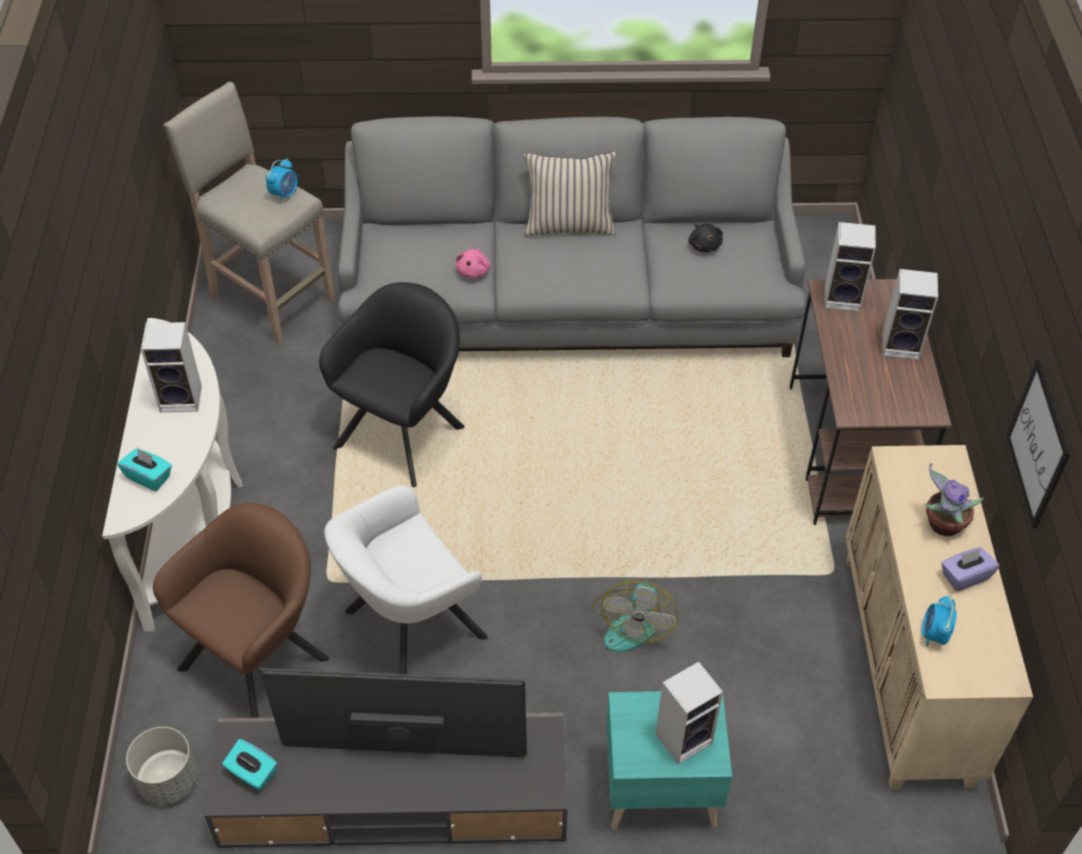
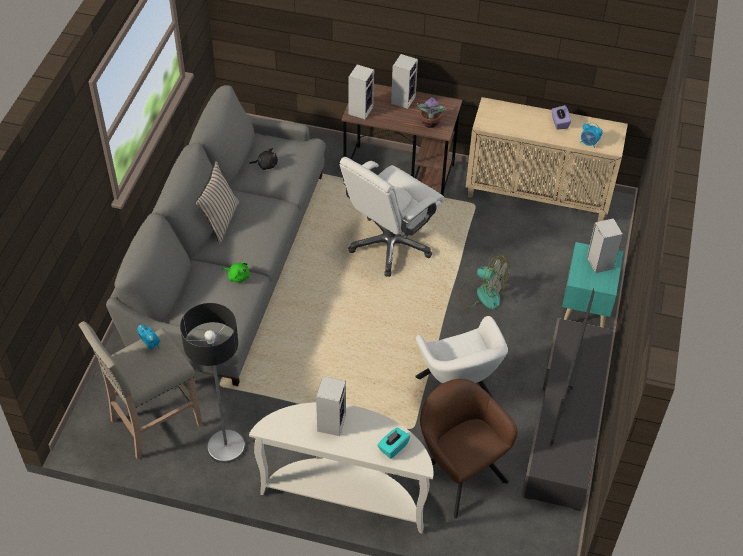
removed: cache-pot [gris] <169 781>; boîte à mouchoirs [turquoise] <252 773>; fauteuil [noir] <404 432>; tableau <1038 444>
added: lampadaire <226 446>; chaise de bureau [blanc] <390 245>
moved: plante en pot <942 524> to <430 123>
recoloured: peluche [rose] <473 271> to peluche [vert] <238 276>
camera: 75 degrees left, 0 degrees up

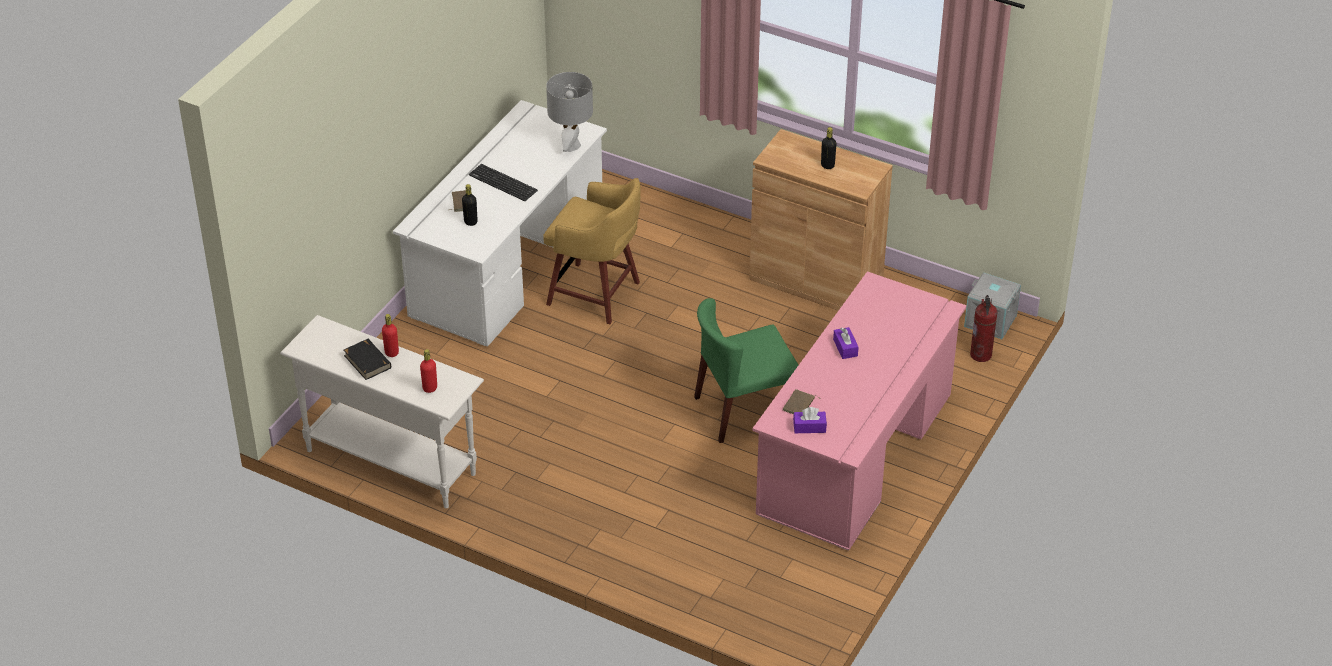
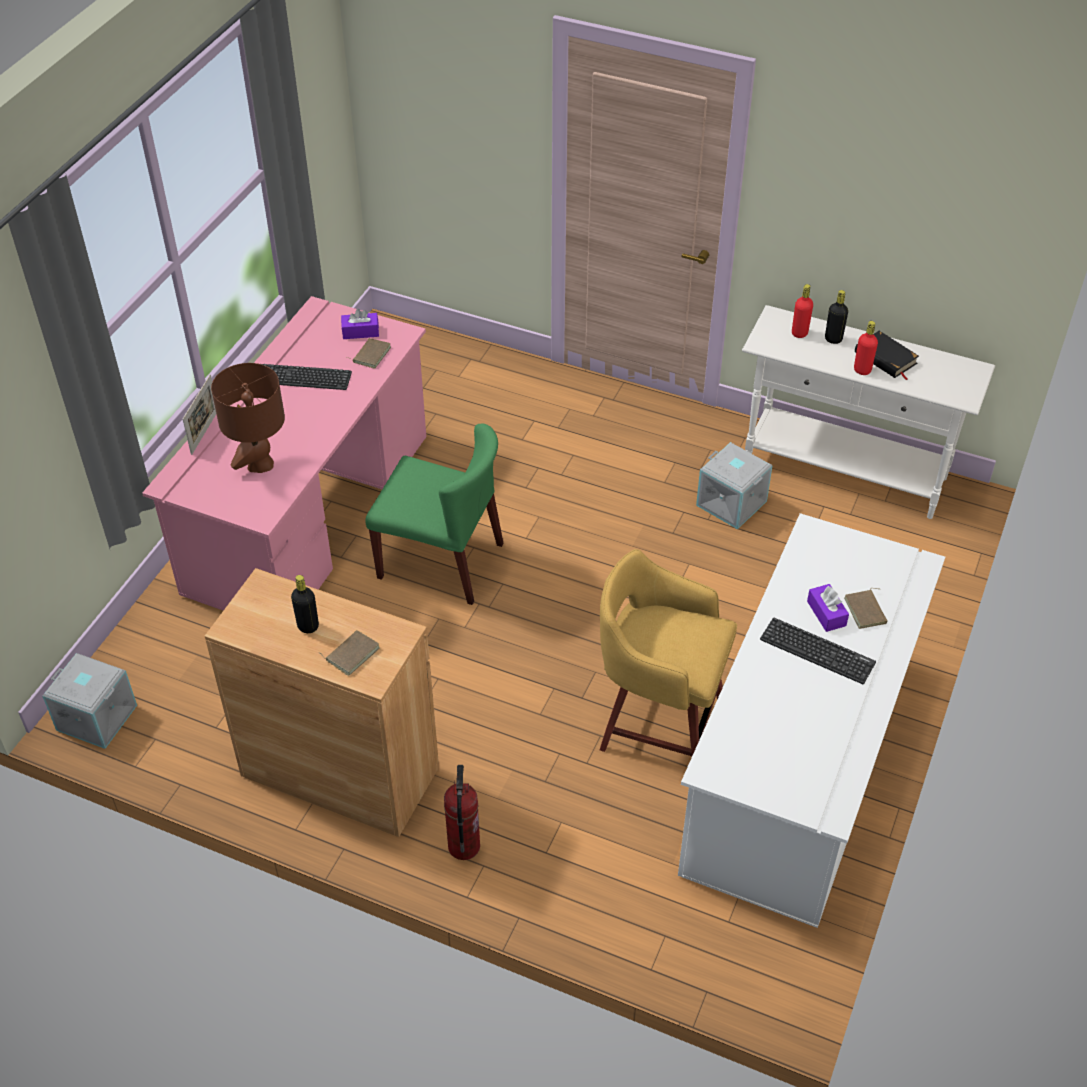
removed: lampe de table [gris] <571 146>
added: cadre photo <204 432>; lampe de table [marron] <260 464>; clavier <302 378>; livre [marron] <351 653>; boîte de rangement [gris] <732 502>
moved: extincteur <981 355> to <463 846>; boîte à mouchoirs [violet] <845 348> to <826 613>; bouteille [noir] <470 222> to <833 339>
turned: chaise [vert] <744 410> = <441 561> 45 degrees clockwise
camera: 175 degrees right, 5 degrees up

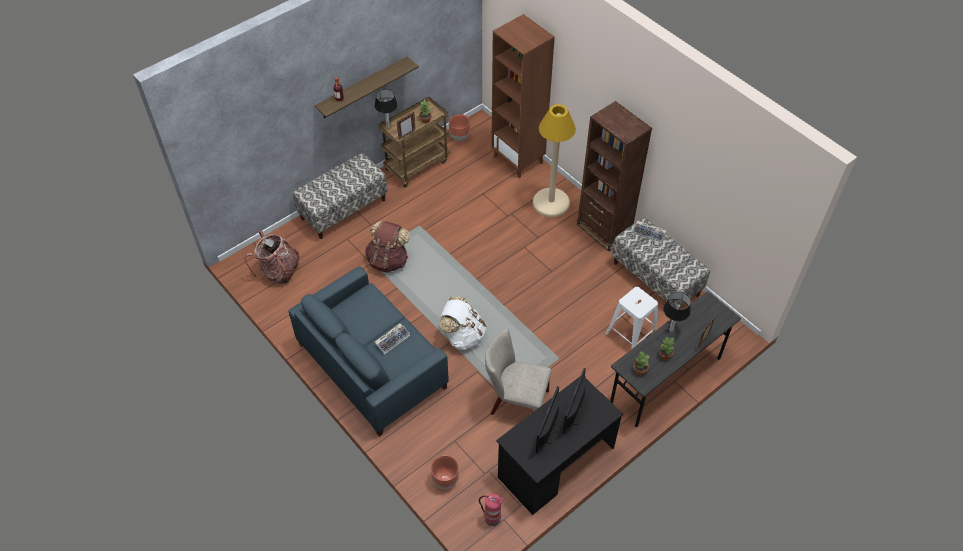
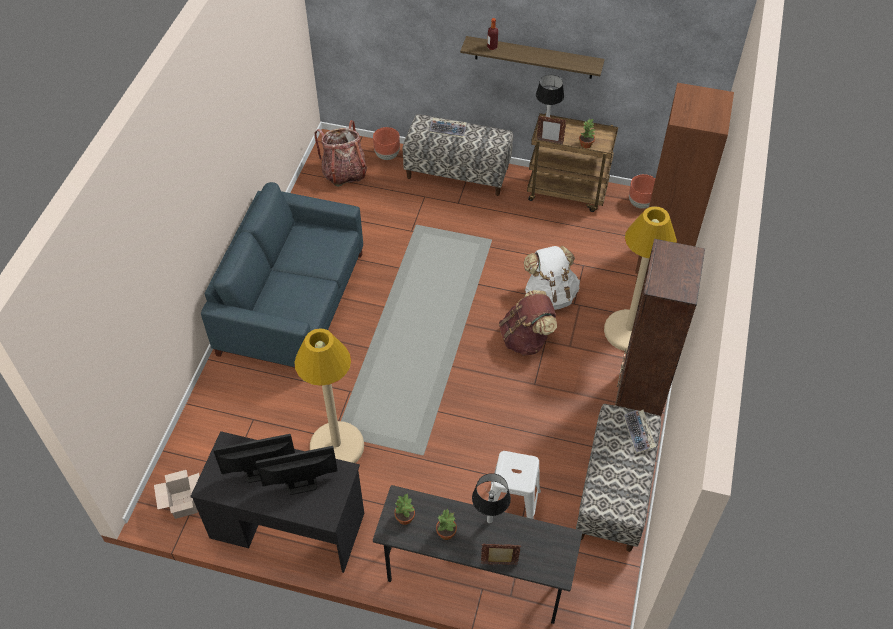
moved: cache-pot [marron] <445 480> to <387 155>; clavier <392 339> to <448 130>; sac à dos [marron] <388 260> to <526 339>; sac à dos [blanc] <463 336> to <550 295>
replaced: extincteur <491 518> to carton <183 503>; chaise [beige] <515 402> to lampadaire [beige] <337 446>
camera: 55 degrees right, 0 degrees up

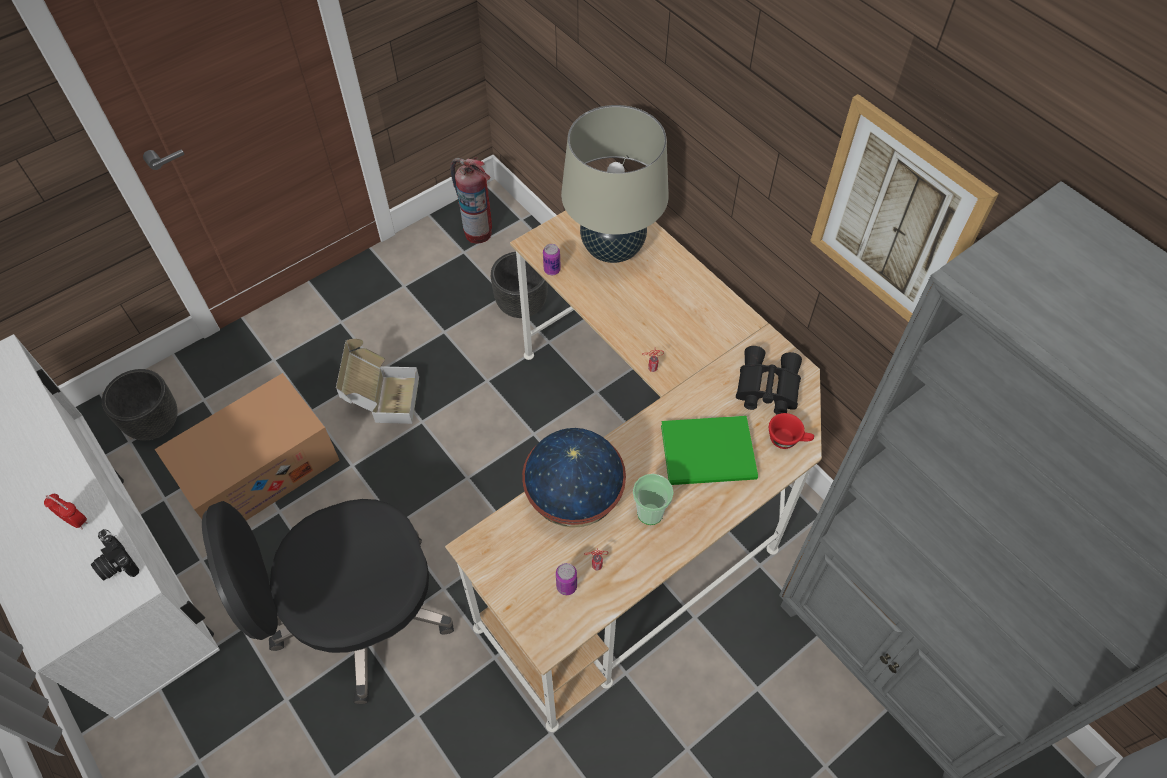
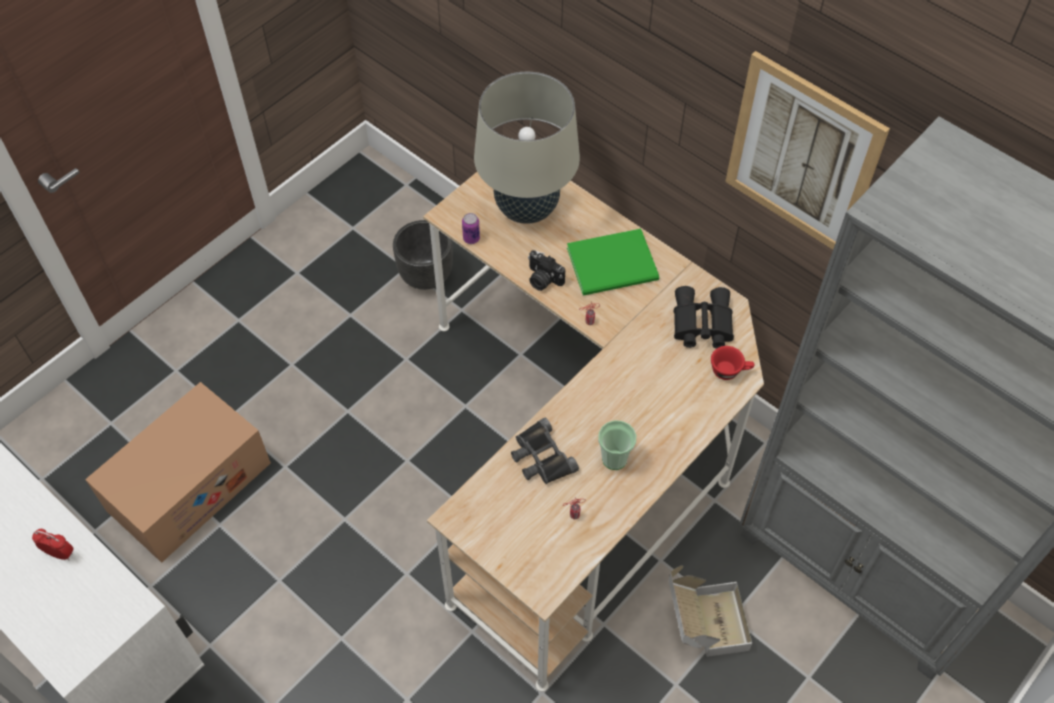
removed: cache-pot [noir] <155 424>; chaise de bureau [noir] <359 614>; extincteur <478 232>; boîte métallique <566 586>
moved: appareil photo <116 564> to <542 279>; livre [vert] <711 454> to <615 265>; carton <382 399> to <703 625>
replaced: globe <575 499> to jumelles [noir] <541 457>
camera: 10 degrees left, 0 degrees up

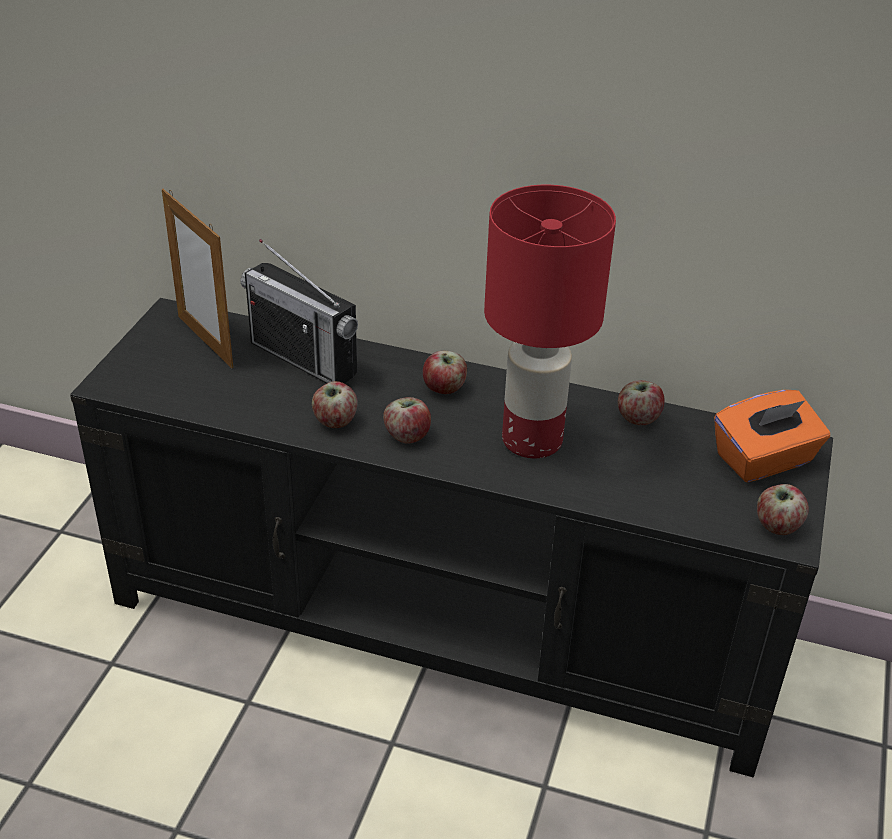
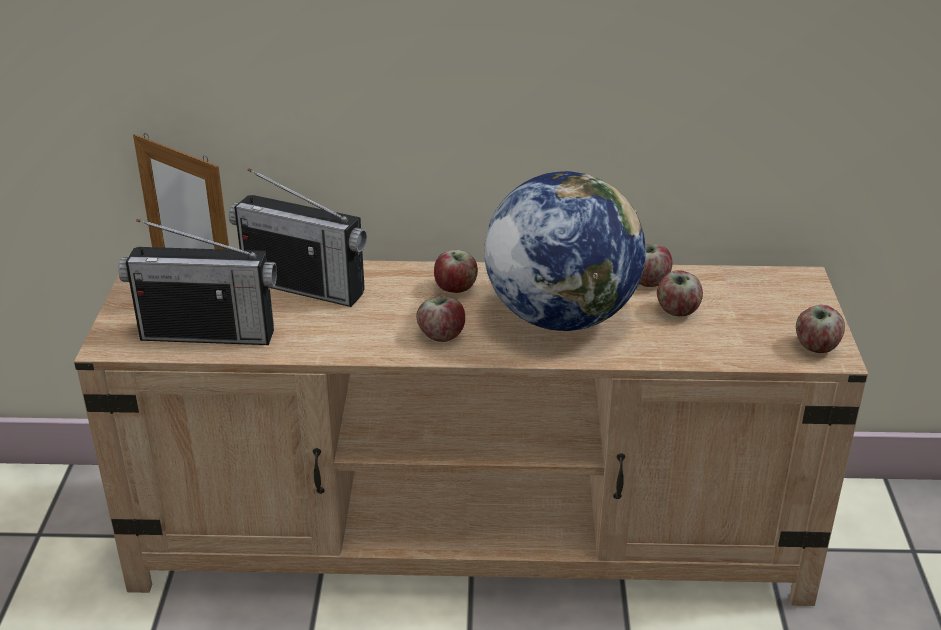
removed: boîte à mouchoirs [orange] <764 460>
added: radio <208 333>
moved: pomme <335 421> to <677 311>
replaced: lampe de table [rouge] <532 439> to globe <561 316>
recoloured: meuble télé [noir] <443 625> to meuble télé [beige] <473 537>
camera: 15 degrees left, 5 degrees down

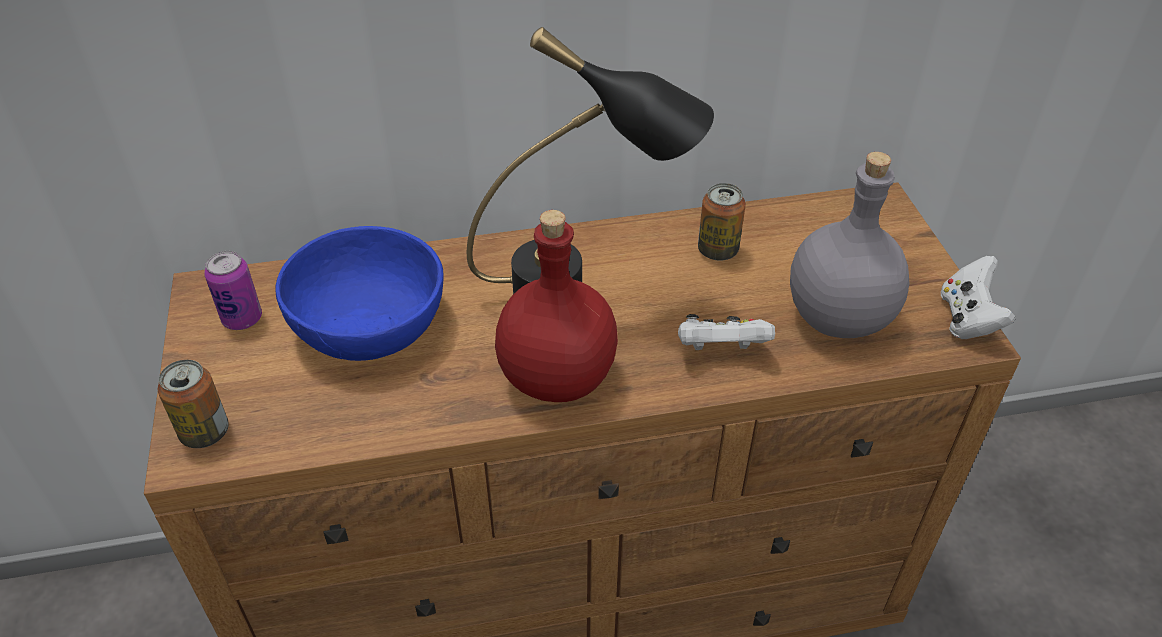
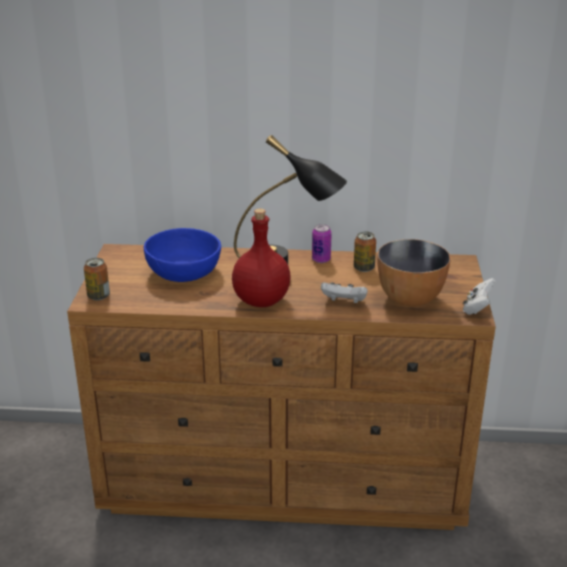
moved: boîte métallique <242 319> to <321 259>
replaced: bouteille [gris] <838 316> to bol <410 299>
camera: 15 degrees right, 15 degrees down

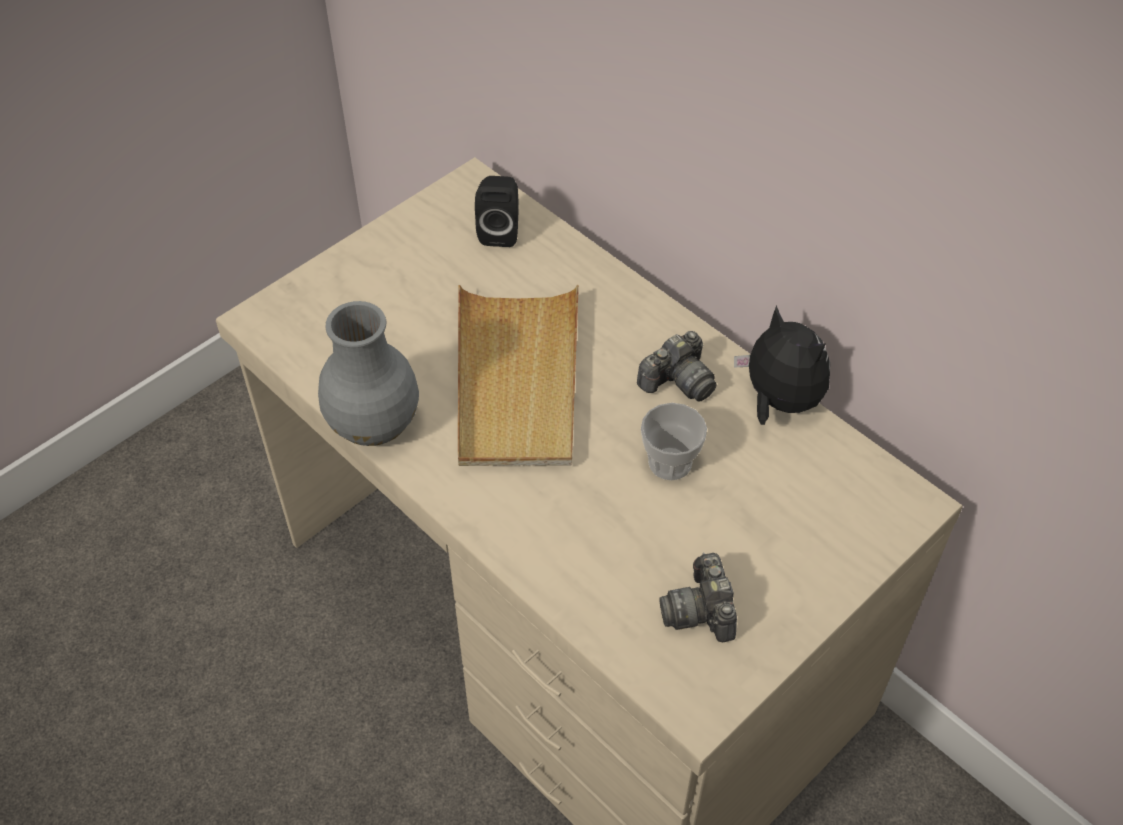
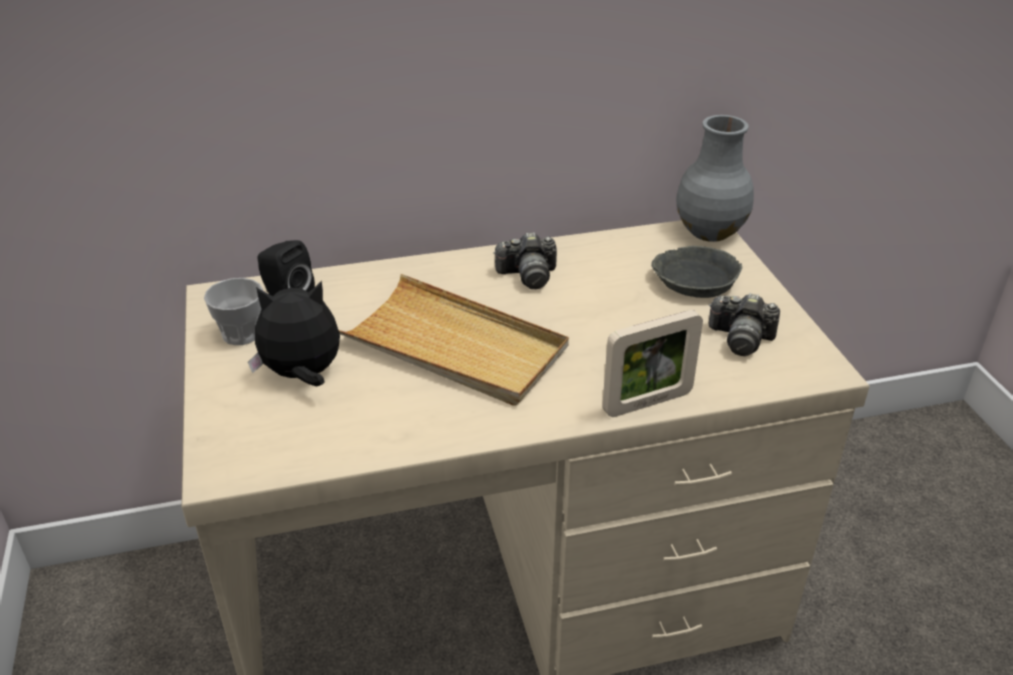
added: cadre photo <647 402>; bol [gris] <694 280>
moved: tasse <670 462> to <241 334>; peluche <778 401> to <302 375>; vase [gris] <372 424> to <709 232>
turned: appareil photo <678 381> = <528 276> 90 degrees clockwise
camera: 60 degrees left, 15 degrees down

